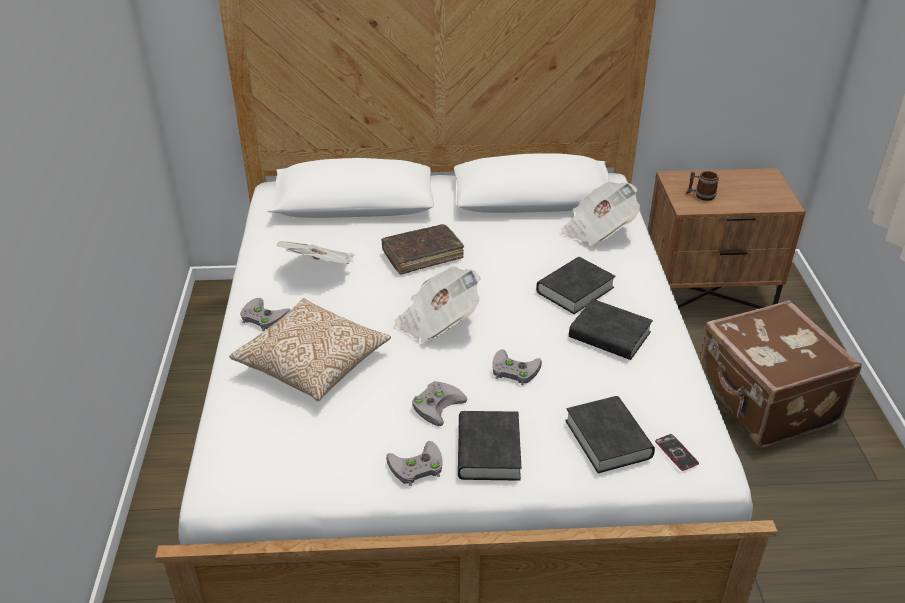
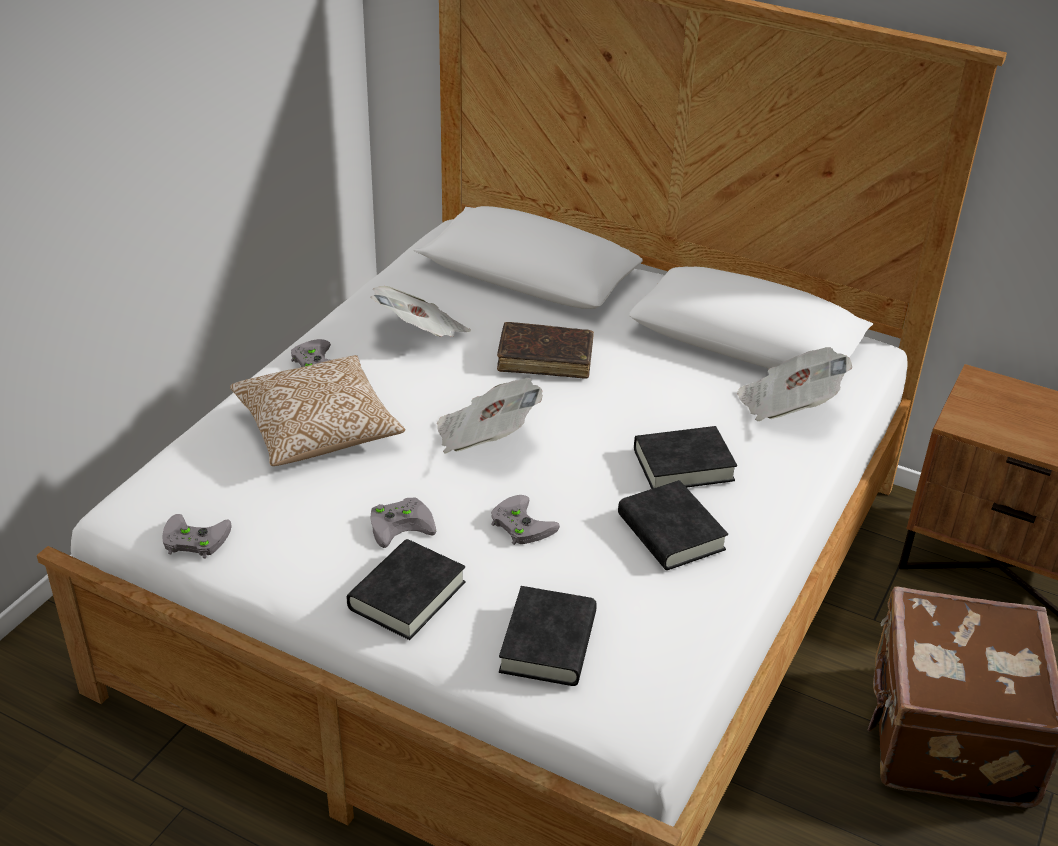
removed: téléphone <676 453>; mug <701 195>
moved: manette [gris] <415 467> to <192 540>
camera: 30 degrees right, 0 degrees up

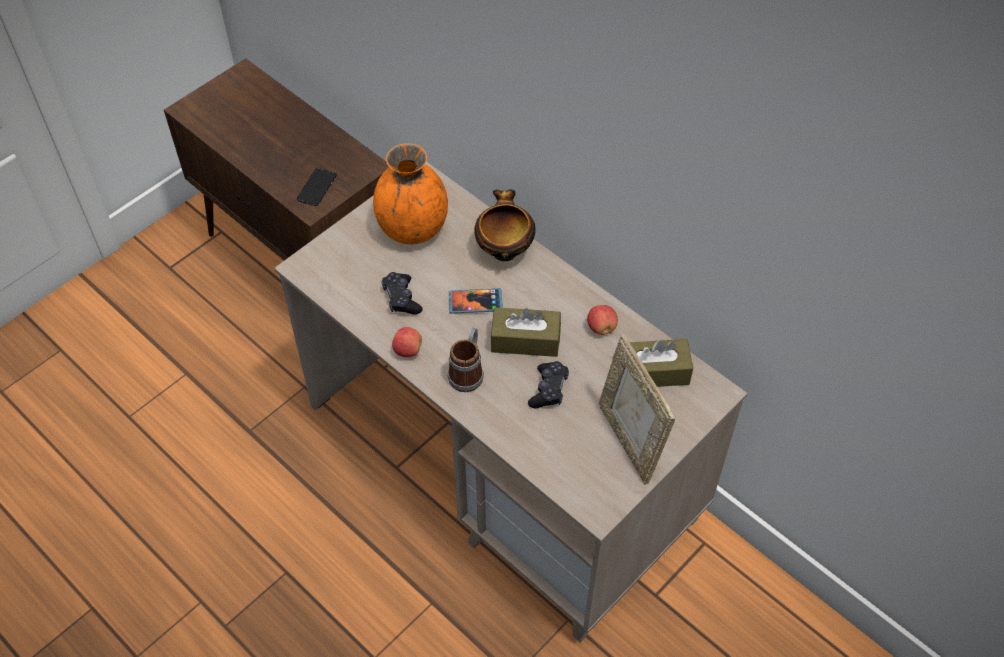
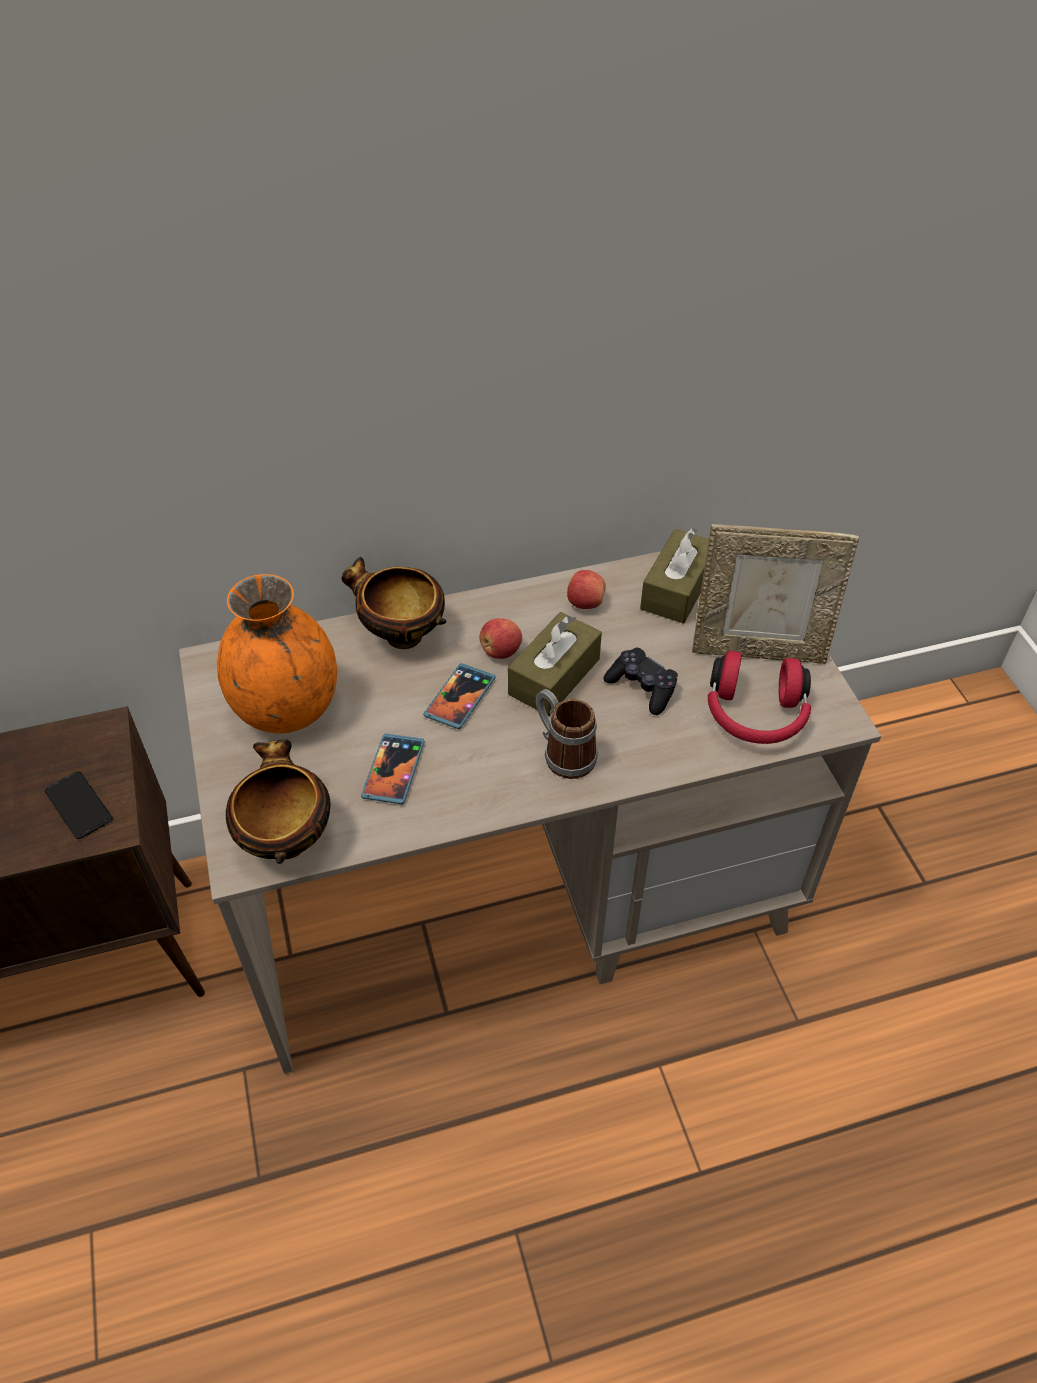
added: bol <285 838>; casque audio [rouge] <755 715>
moved: pomme <407 350> to <500 651>
replaced: manette [noir] <401 298> to téléphone <393 770>
camera: 60 degrees left, 5 degrees down

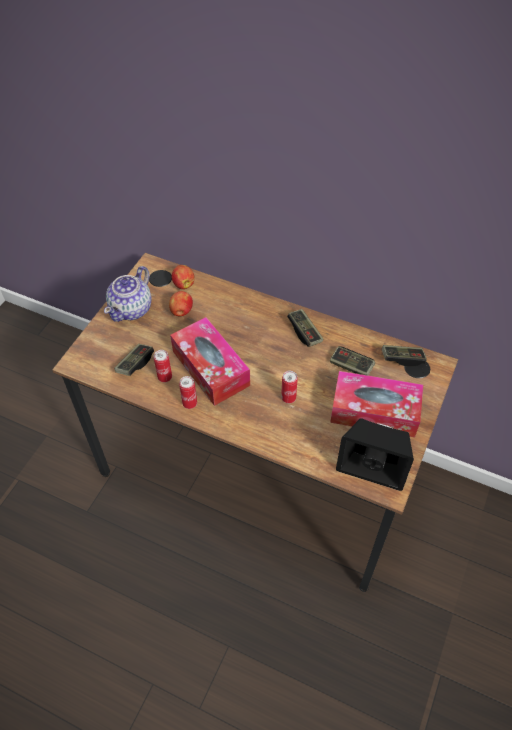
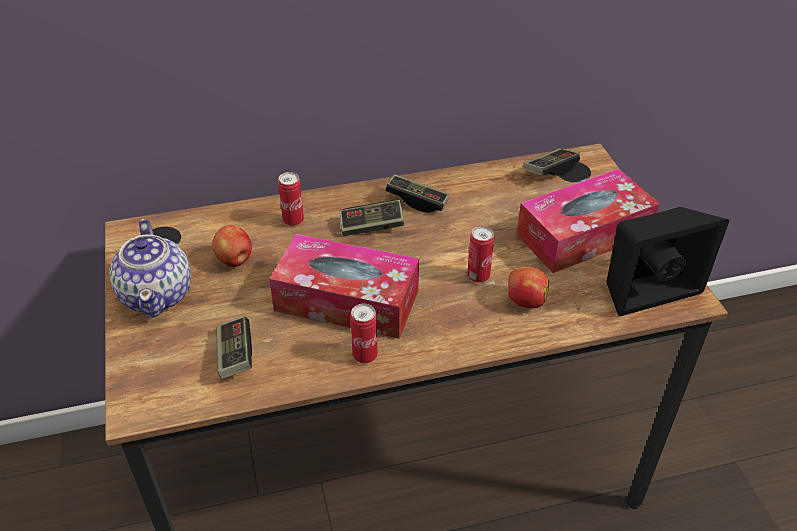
moved: boîte métallique <165 377> to <293 221>; manette <351 366> to <372 227>; pomme <183 284> to <525 301>
camera: 40 degrees left, 10 degrees down

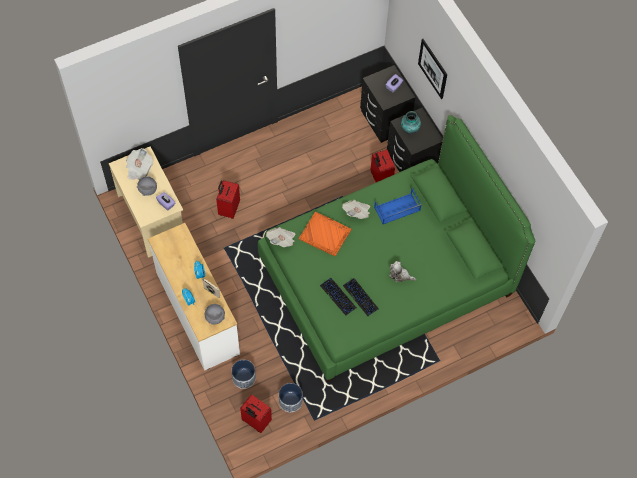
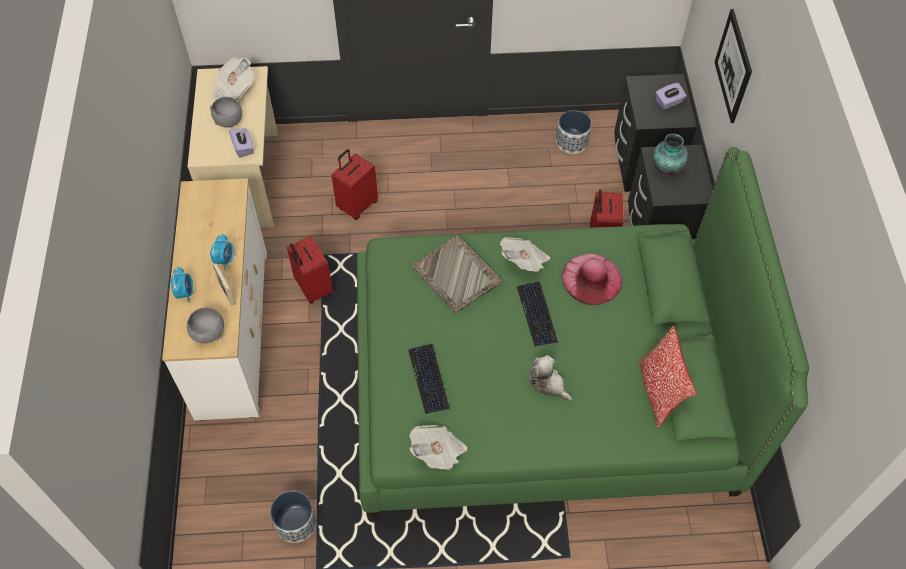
added: coussin <658 392>
moved: valise [rouge] <255 421> to <312 288>; journal <282 240> to <438 452>; clavier <361 297> to <537 314>; cache-pot <243 378> to <571 142>
replaced: plateau [bleu] <397 209> to chapeau [rose] <591 279>
recoloured: plateau [orange] <325 235> to plateau [gris] <457 276>
camera: 25 degrees right, 5 degrees down

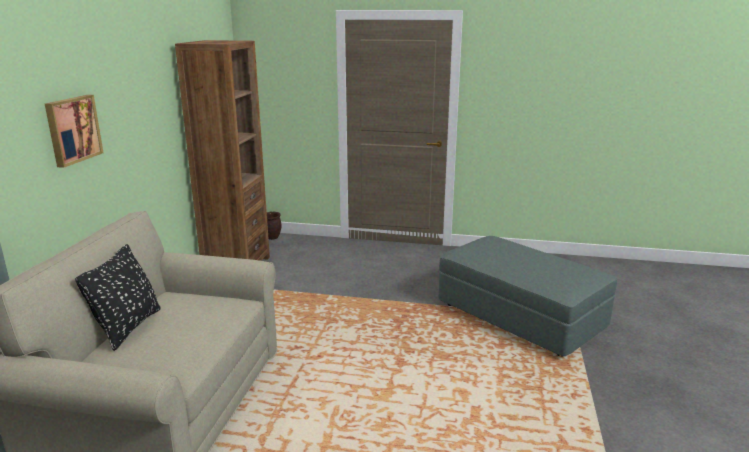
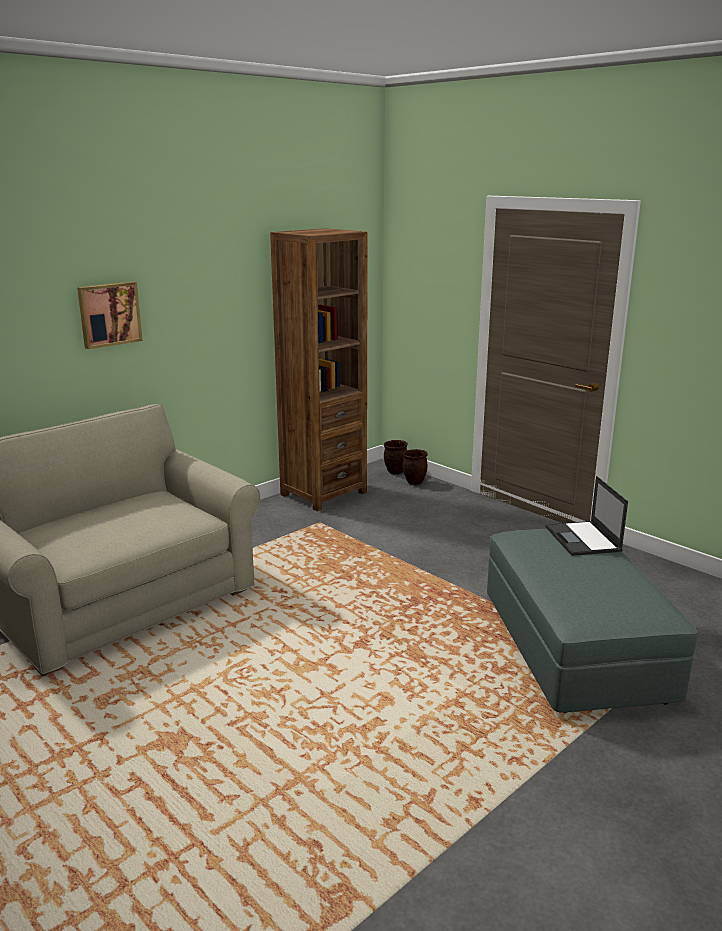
removed: coussin [noir] <128 328>
added: cache-pot [marron] <414 482>; ordinateur portable <583 539>
camera: 35 degrees right, 0 degrees up

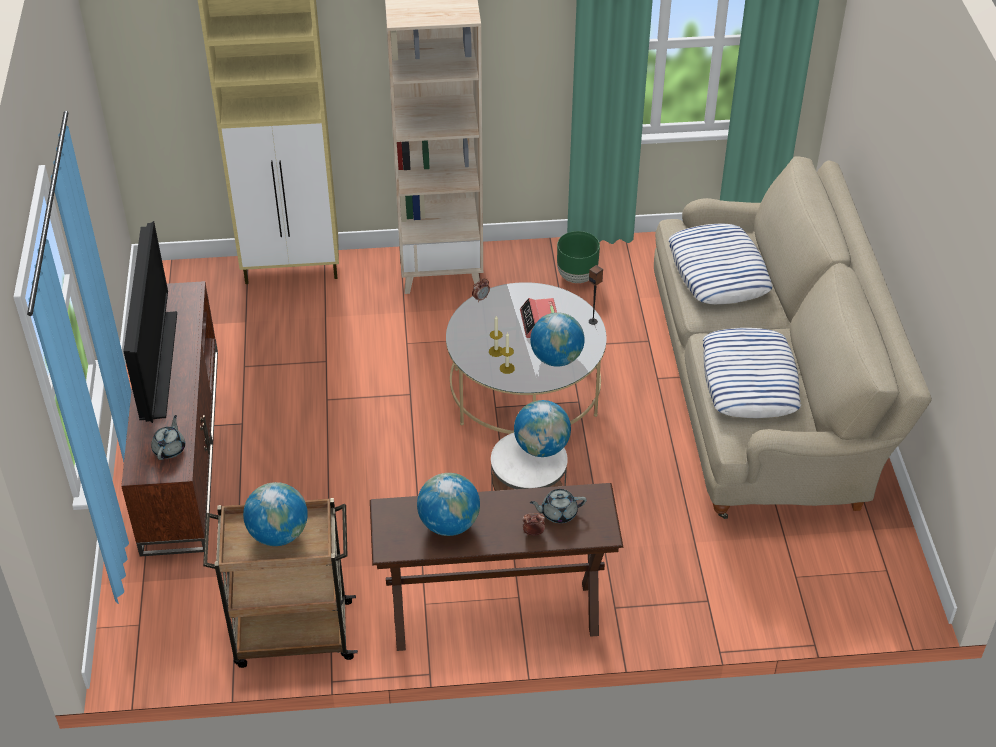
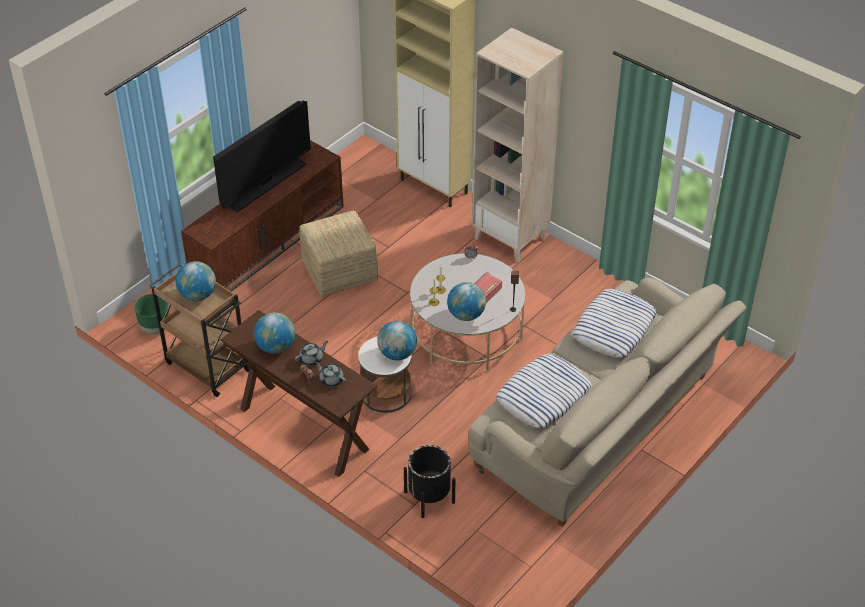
added: pouf <340 271>; cache-pot [noir] <429 497>
moved: cache-pot [vert] <576 277> to <155 328>; théière [gris] <170 448> to <312 359>
camera: 45 degrees right, 0 degrees up

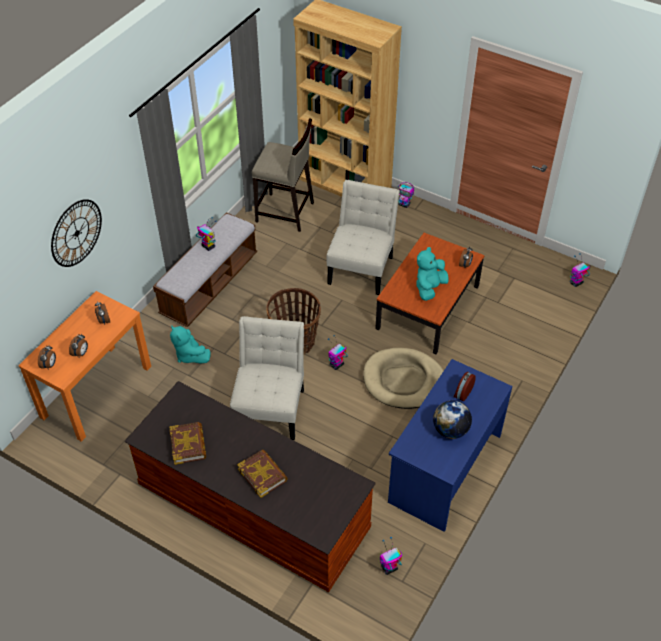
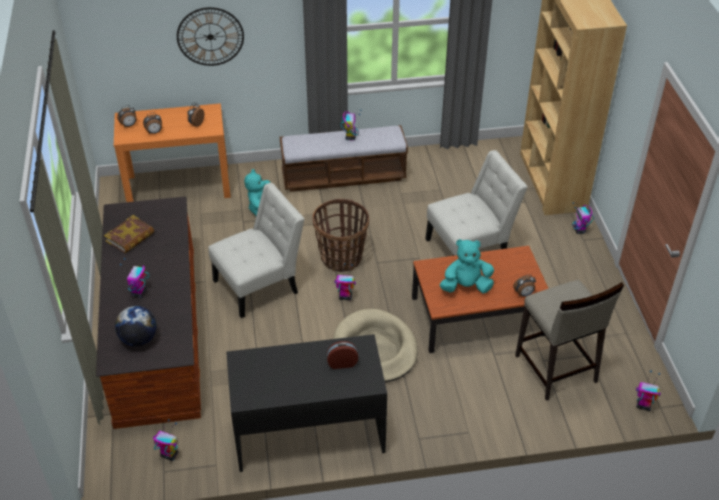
moved: globe <450 430> to <139 339>; tabouret [beige] <285 213> to <555 369>
replaced: livre <262 475> to robot jouet <139 293>
recoloured: bureau [bleu] <444 467> to bureau [noir] <308 432>
camera: 50 degrees right, 5 degrees down

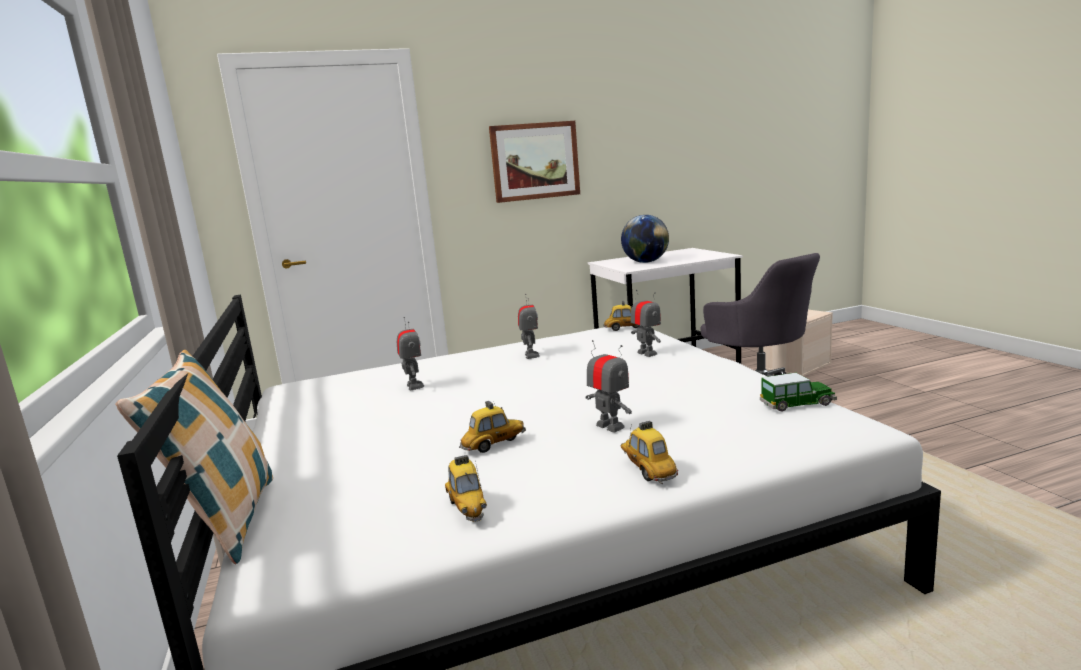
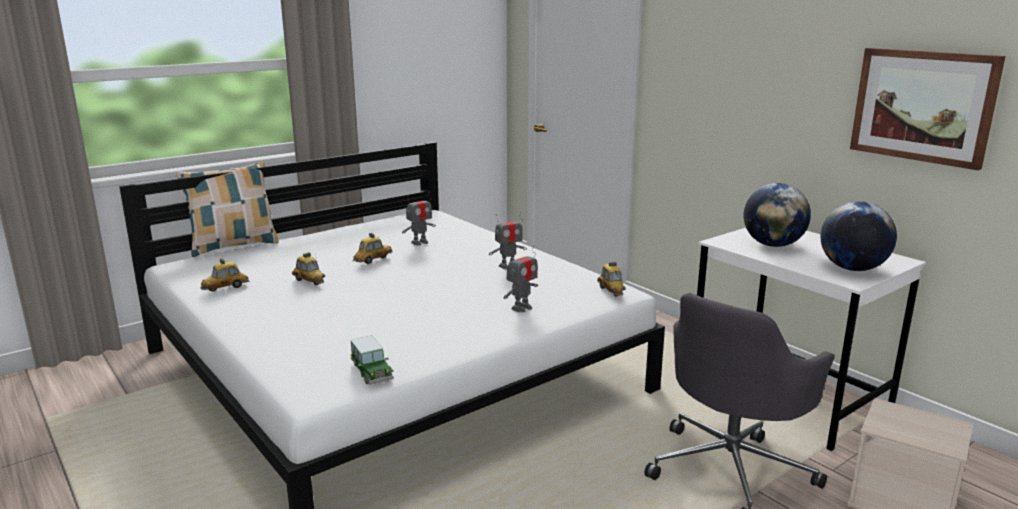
removed: robot jouet <610 426>
added: globe <852 269>
moved: petite voiture <647 470> to <373 260>; tableau <535 161> to <922 106>
camera: 70 degrees right, 5 degrees up

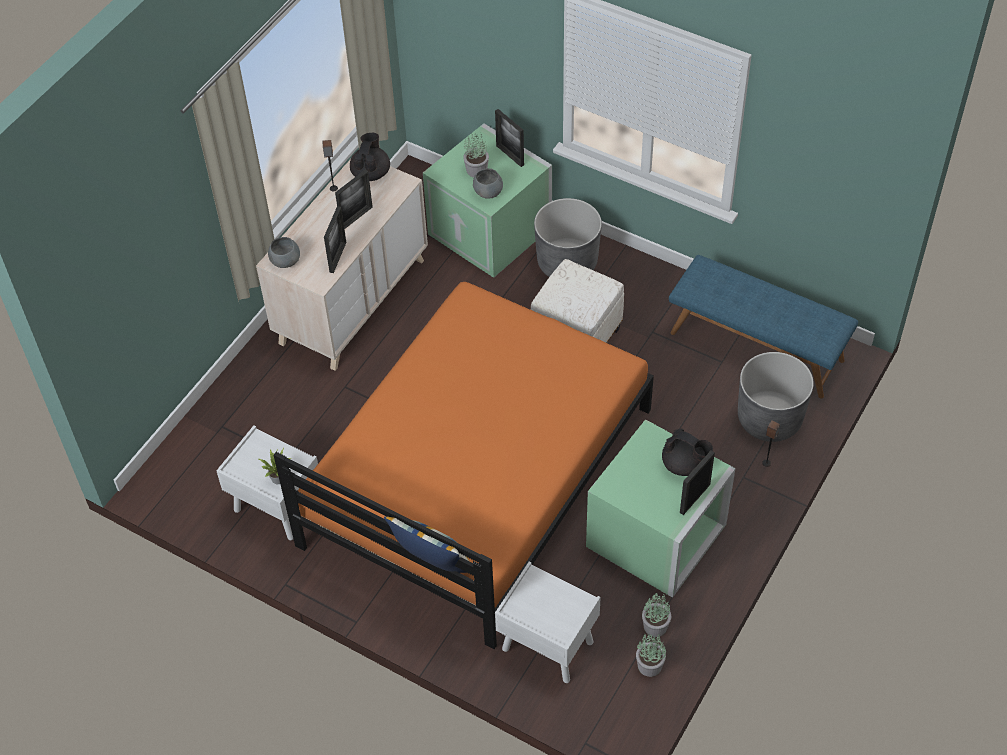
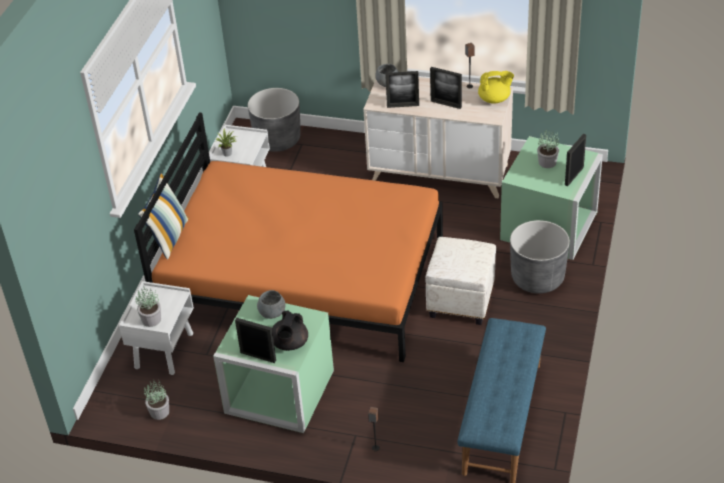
moved: plante en pot <655 625> to <152 319>; cache-pot [gris] <769 418> to <277 139>; bol [gris] <488 192> to <272 313>
recoloured: théière [noir] <371 173> to théière [jaune] <495 99>
camera: 75 degrees right, 10 degrees down

